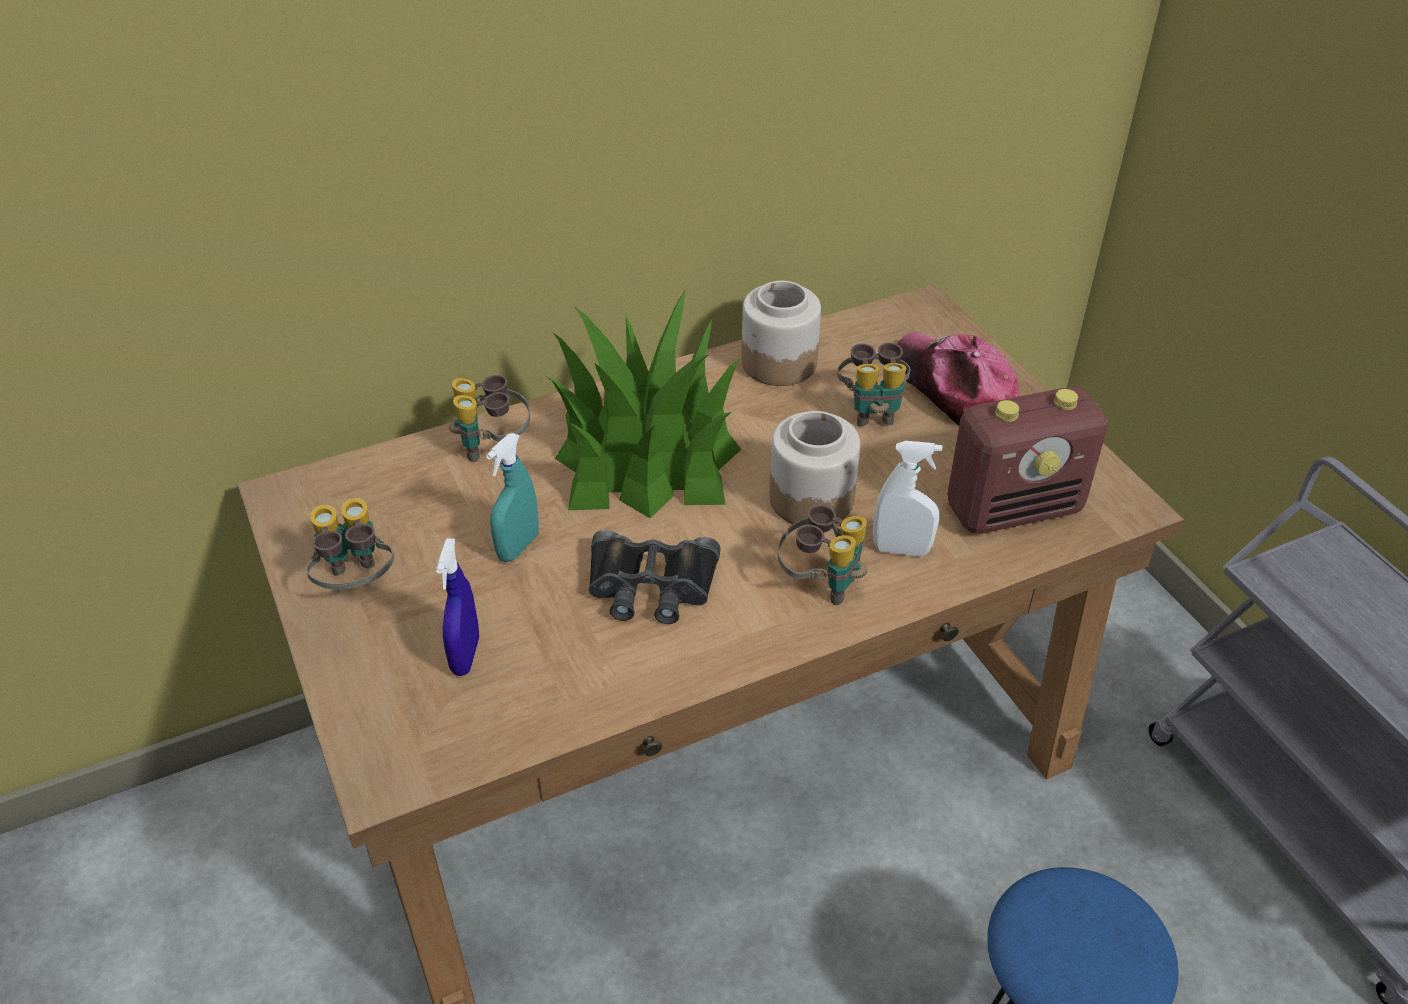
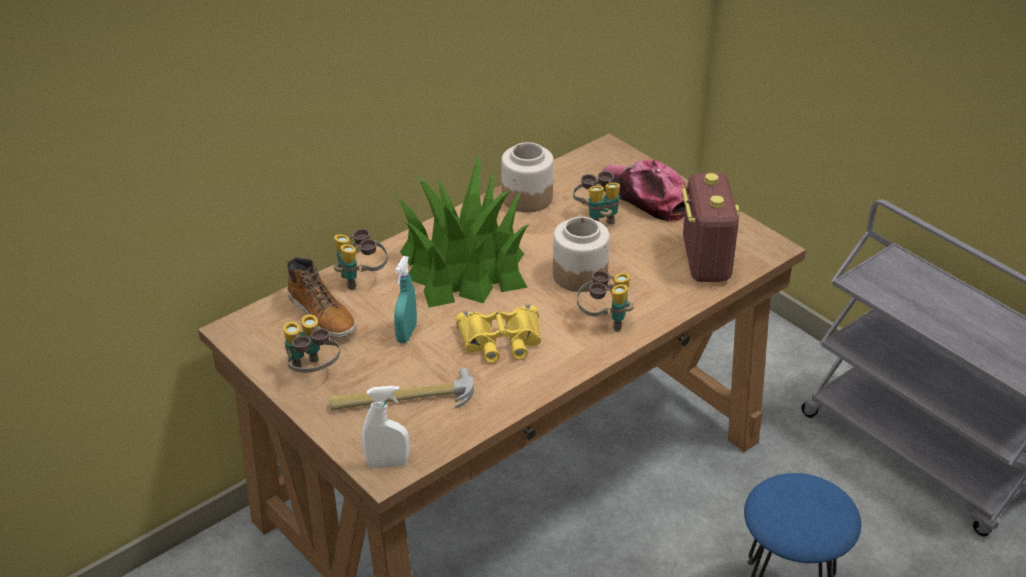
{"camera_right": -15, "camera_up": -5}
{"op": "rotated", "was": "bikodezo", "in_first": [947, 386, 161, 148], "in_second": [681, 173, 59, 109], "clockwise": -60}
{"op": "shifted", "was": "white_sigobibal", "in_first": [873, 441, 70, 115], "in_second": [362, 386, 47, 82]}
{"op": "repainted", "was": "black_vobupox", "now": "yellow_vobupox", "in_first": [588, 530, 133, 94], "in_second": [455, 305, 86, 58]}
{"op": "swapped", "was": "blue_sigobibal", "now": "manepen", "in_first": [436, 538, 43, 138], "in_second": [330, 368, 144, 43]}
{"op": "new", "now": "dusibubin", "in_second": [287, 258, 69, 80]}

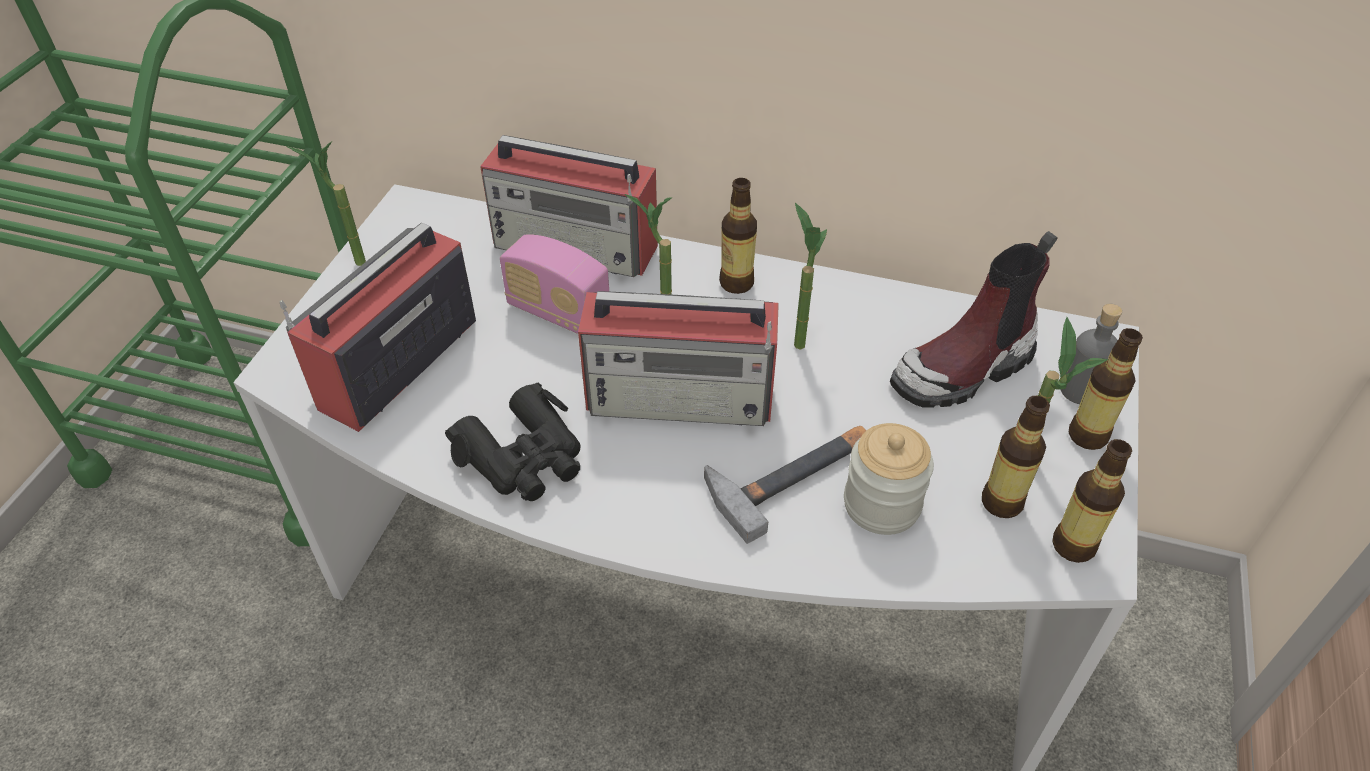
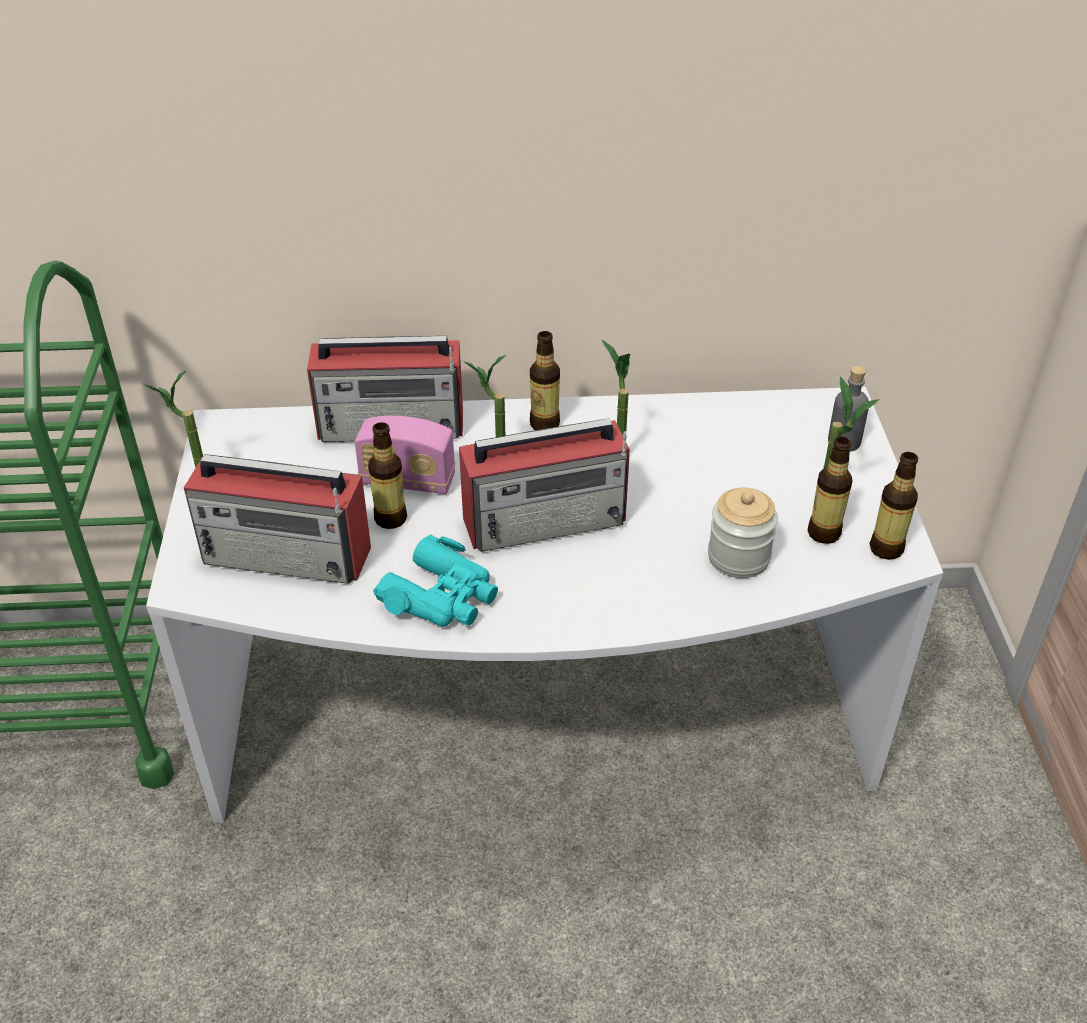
{"camera_right": -20, "camera_up": -5}
{"op": "rotated", "was": "bikodezo", "in_first": [279, 223, 197, 209], "in_second": [184, 454, 187, 130], "clockwise": -90}
{"op": "gone", "was": "dusibubin", "in_first": [890, 231, 168, 176]}
{"op": "shifted", "was": "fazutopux", "in_first": [1069, 328, 74, 122], "in_second": [368, 422, 39, 107]}
{"op": "repainted", "was": "black_vobupox", "now": "turquoise_vobupox", "in_first": [445, 383, 136, 118], "in_second": [373, 534, 125, 93]}
{"op": "gone", "was": "manepen", "in_first": [704, 426, 163, 118]}

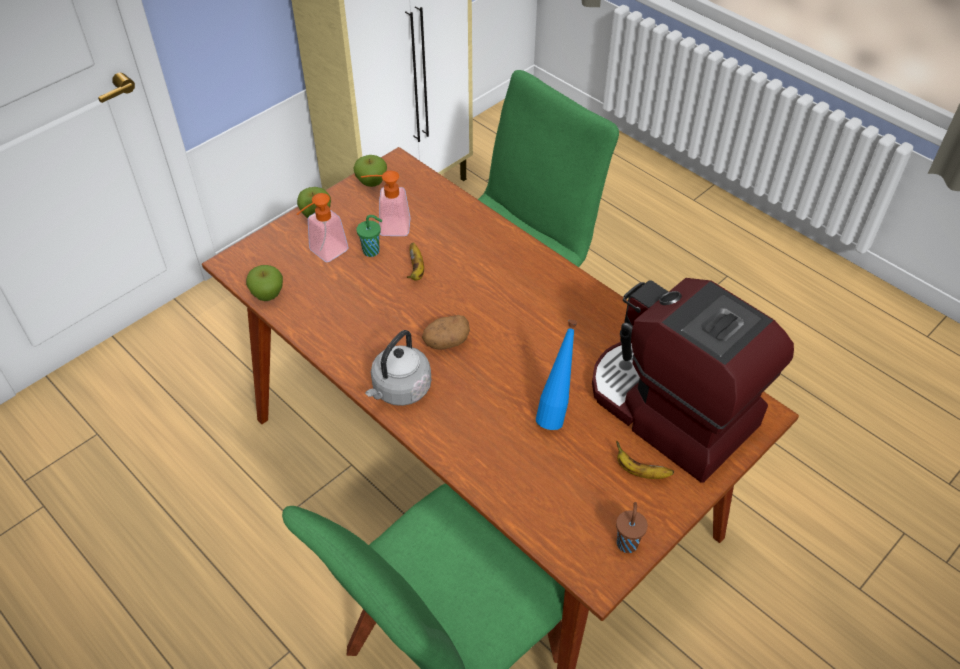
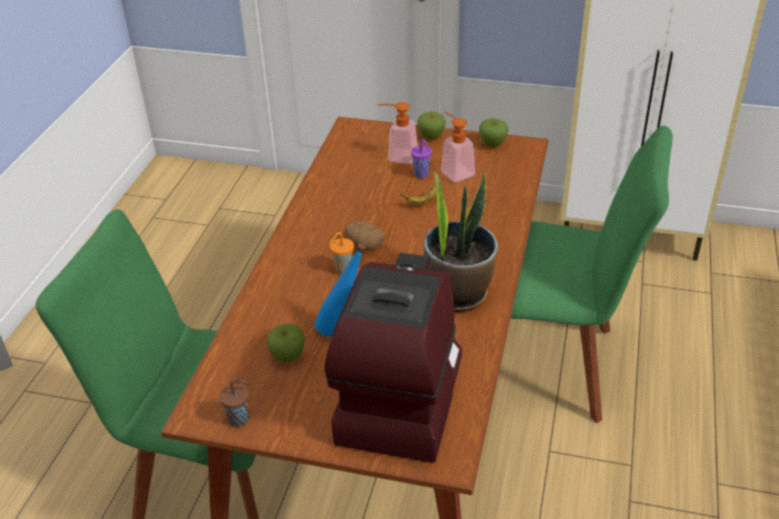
{"camera_right": 60, "camera_up": -10}
{"op": "repainted", "was": "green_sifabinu", "now": "purple_sifabinu", "in_first": [356, 215, 26, 42], "in_second": [411, 139, 21, 39]}
{"op": "shifted", "was": "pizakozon", "in_first": [246, 265, 37, 36], "in_second": [266, 324, 39, 39]}
{"op": "gone", "was": "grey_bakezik", "in_first": [365, 330, 66, 76]}
{"op": "gone", "was": "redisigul", "in_first": [616, 441, 58, 38]}
{"op": "new", "now": "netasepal", "in_second": [424, 170, 74, 142]}
{"op": "new", "now": "orange_sifabinu", "in_second": [329, 232, 25, 43]}

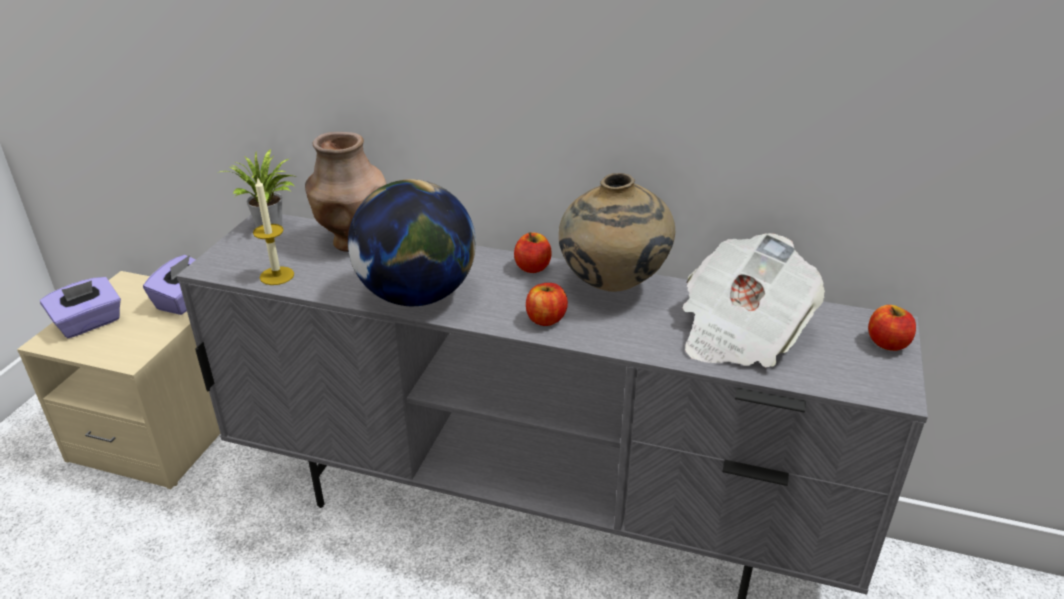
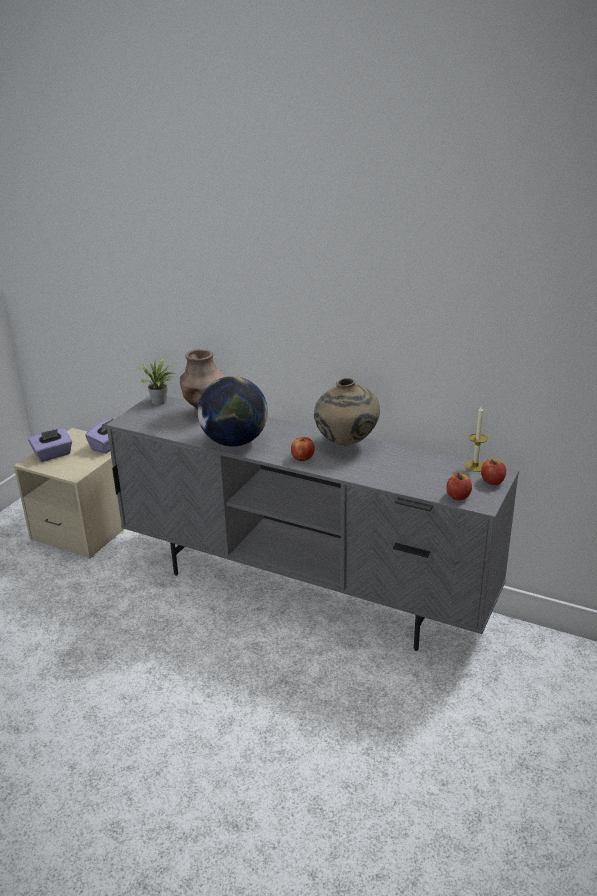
{"camera_right": 10, "camera_up": -5}
{"op": "shifted", "was": "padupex", "in_first": [253, 177, 41, 108], "in_second": [465, 405, 23, 67]}
{"op": "shifted", "was": "pizakozon", "in_first": [514, 232, 38, 41], "in_second": [447, 473, 25, 27]}
{"op": "gone", "was": "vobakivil", "in_first": [682, 233, 143, 134]}

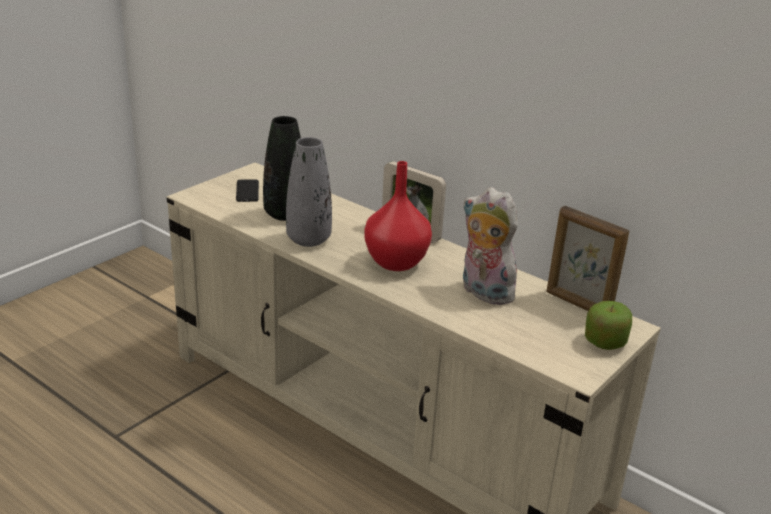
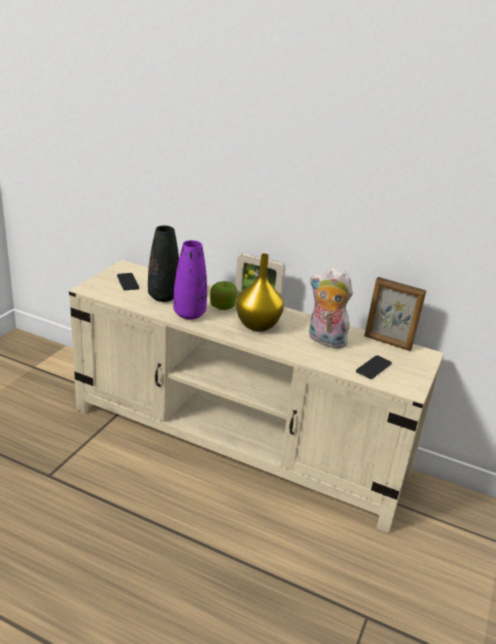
{"camera_right": -15, "camera_up": 0}
{"op": "repainted", "was": "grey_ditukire", "now": "purple_ditukire", "in_first": [286, 137, 46, 110], "in_second": [173, 240, 34, 80]}
{"op": "repainted", "was": "red_ditukire", "now": "yellow_ditukire", "in_first": [364, 161, 68, 110], "in_second": [236, 253, 48, 79]}
{"op": "shifted", "was": "pizakozon", "in_first": [585, 301, 47, 49], "in_second": [210, 281, 27, 29]}
{"op": "new", "now": "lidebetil", "in_second": [356, 355, 36, 24]}

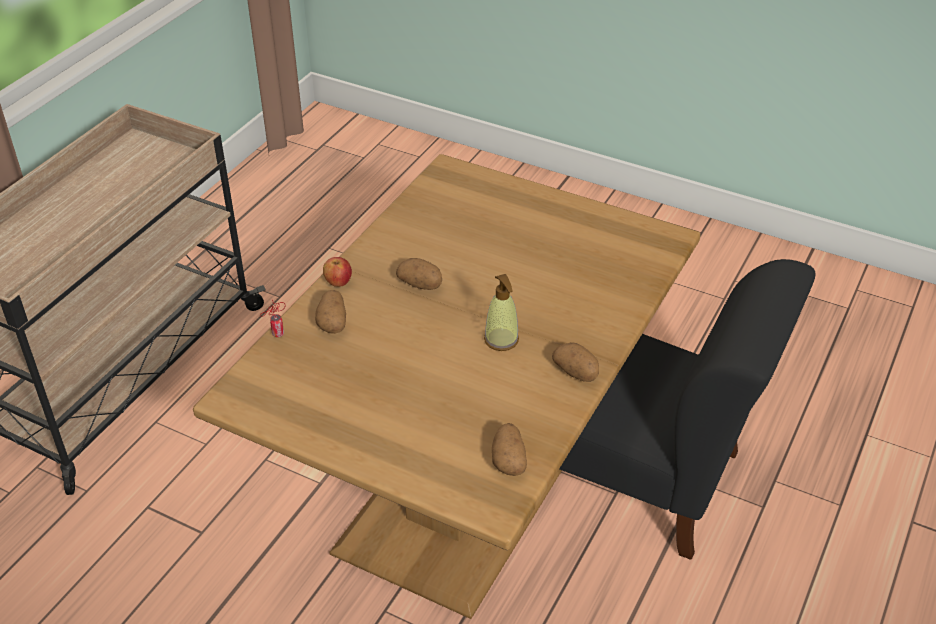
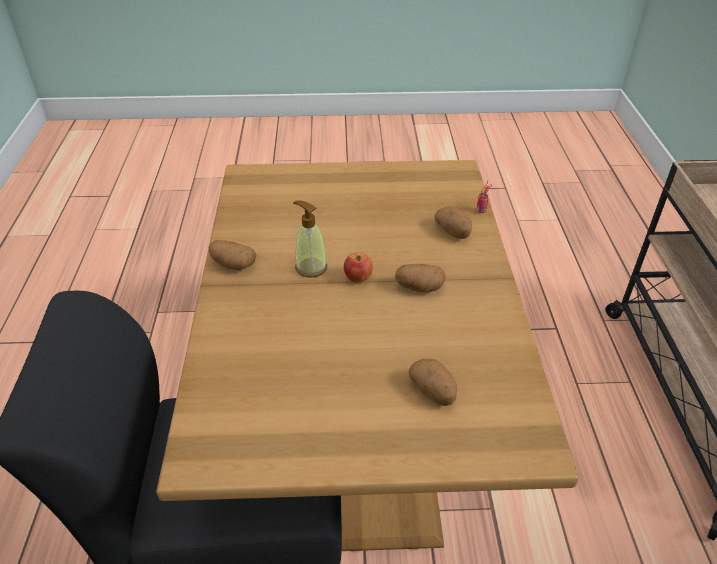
{"camera_right": 150, "camera_up": 0}
{"op": "shifted", "was": "pizakozon", "in_first": [323, 257, 29, 30], "in_second": [344, 253, 29, 30]}
{"op": "shifted", "was": "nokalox", "in_first": [492, 423, 35, 53], "in_second": [409, 358, 48, 48]}

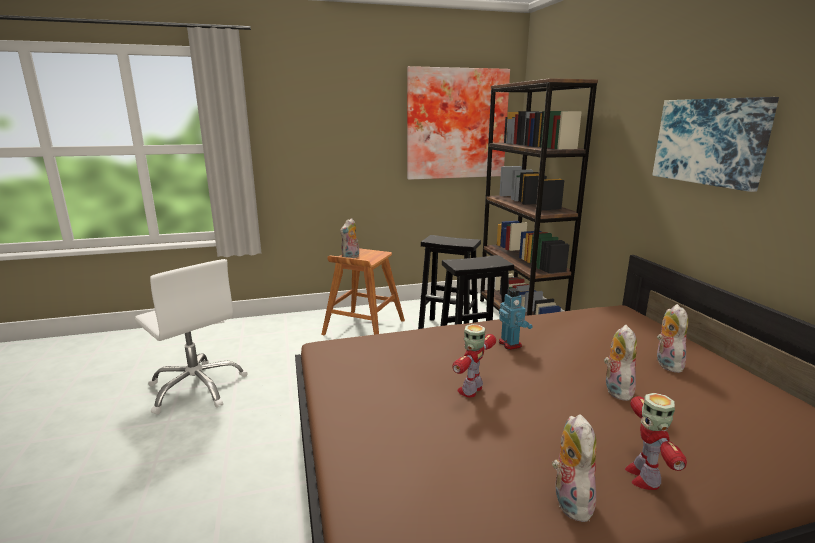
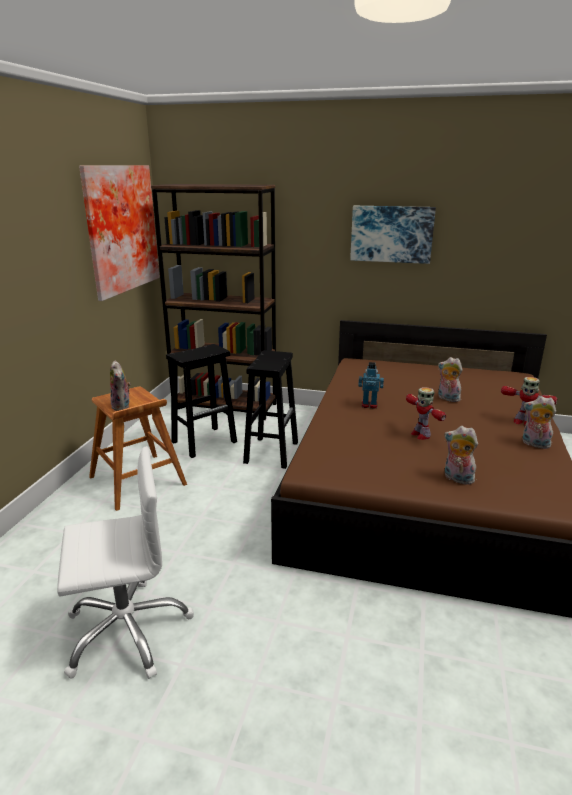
{"camera_right": -60, "camera_up": 5}
{"op": "shifted", "was": "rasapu", "in_first": [657, 304, 31, 69], "in_second": [444, 426, 34, 59]}

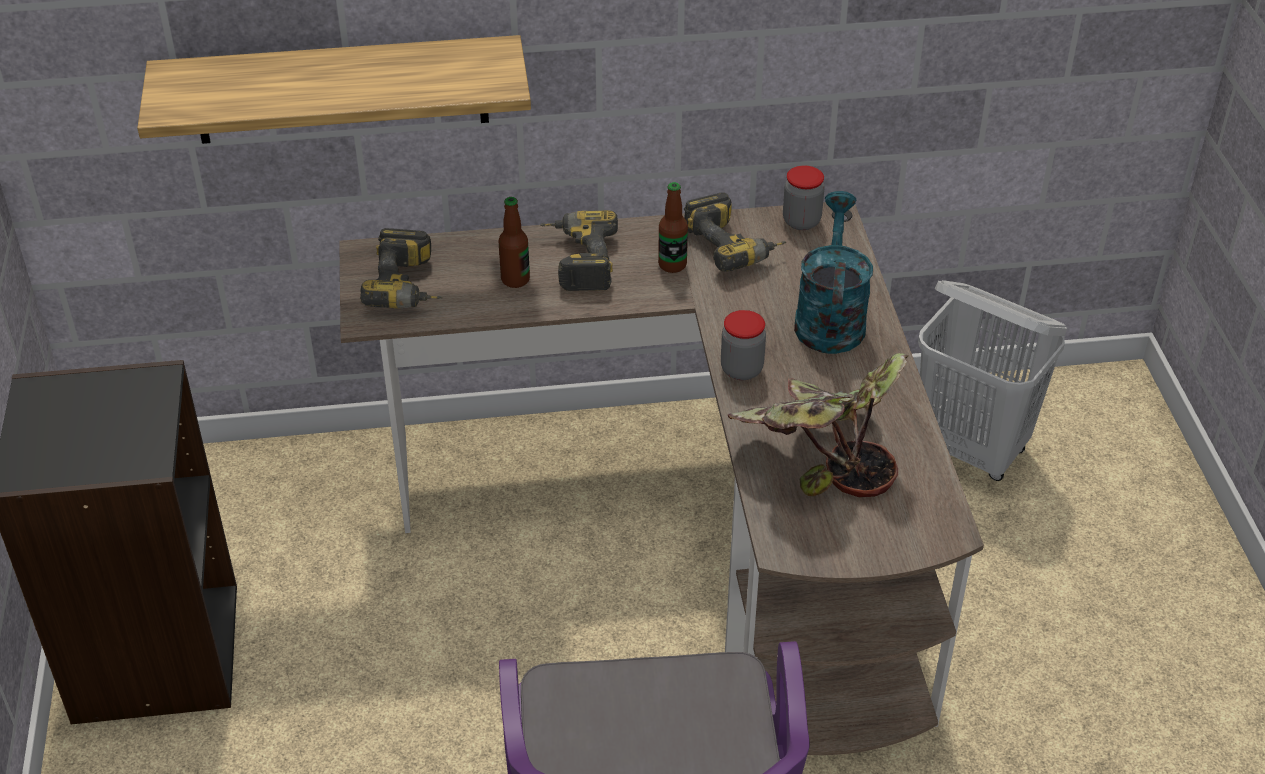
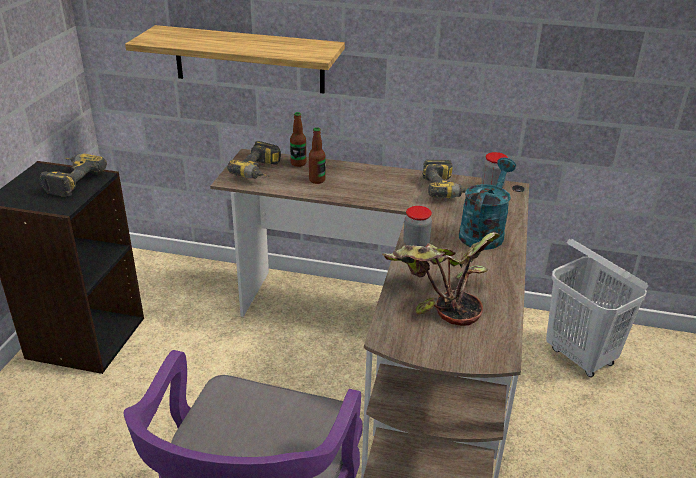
{"camera_right": 20, "camera_up": -10}
{"op": "shifted", "was": "fazutopux", "in_first": [658, 182, 30, 91], "in_second": [290, 112, 16, 55]}
{"op": "shifted", "was": "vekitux", "in_first": [540, 210, 78, 81], "in_second": [40, 154, 67, 43]}

